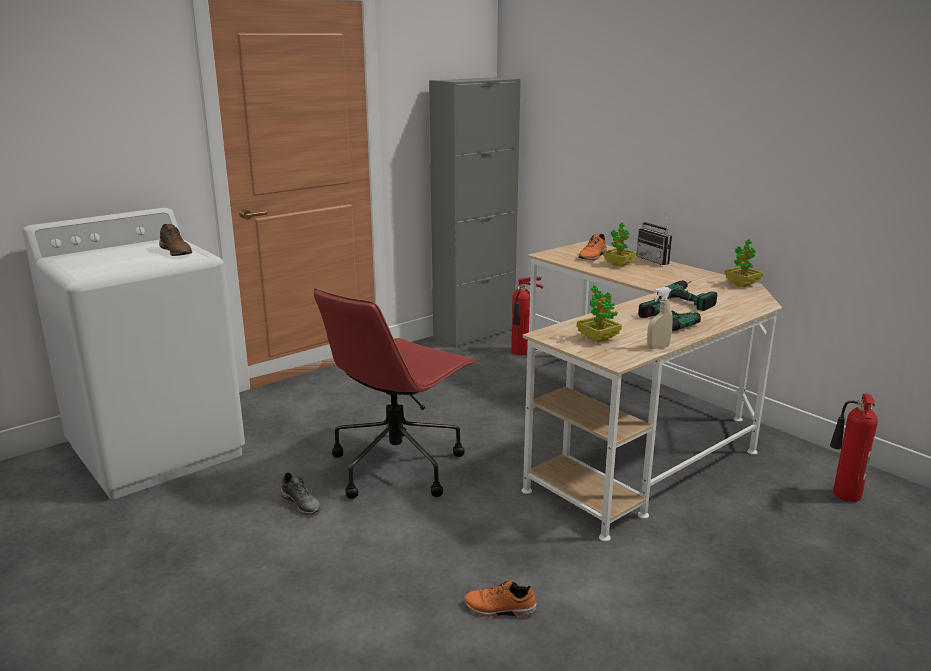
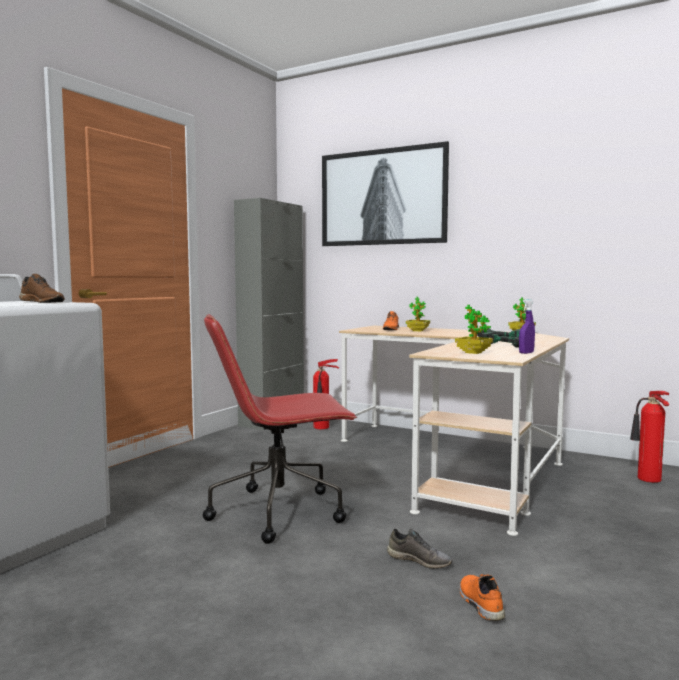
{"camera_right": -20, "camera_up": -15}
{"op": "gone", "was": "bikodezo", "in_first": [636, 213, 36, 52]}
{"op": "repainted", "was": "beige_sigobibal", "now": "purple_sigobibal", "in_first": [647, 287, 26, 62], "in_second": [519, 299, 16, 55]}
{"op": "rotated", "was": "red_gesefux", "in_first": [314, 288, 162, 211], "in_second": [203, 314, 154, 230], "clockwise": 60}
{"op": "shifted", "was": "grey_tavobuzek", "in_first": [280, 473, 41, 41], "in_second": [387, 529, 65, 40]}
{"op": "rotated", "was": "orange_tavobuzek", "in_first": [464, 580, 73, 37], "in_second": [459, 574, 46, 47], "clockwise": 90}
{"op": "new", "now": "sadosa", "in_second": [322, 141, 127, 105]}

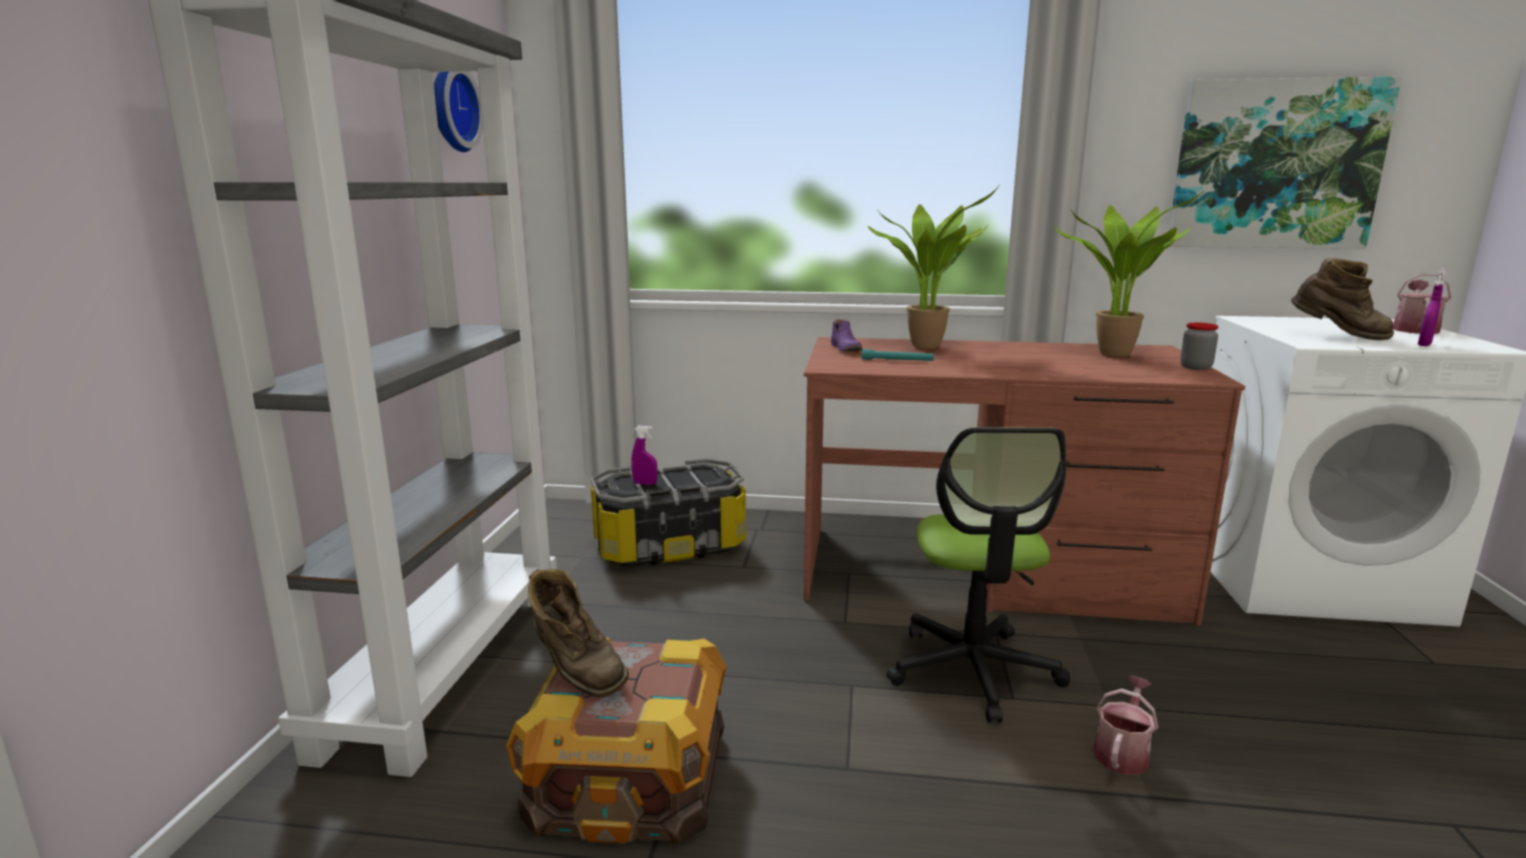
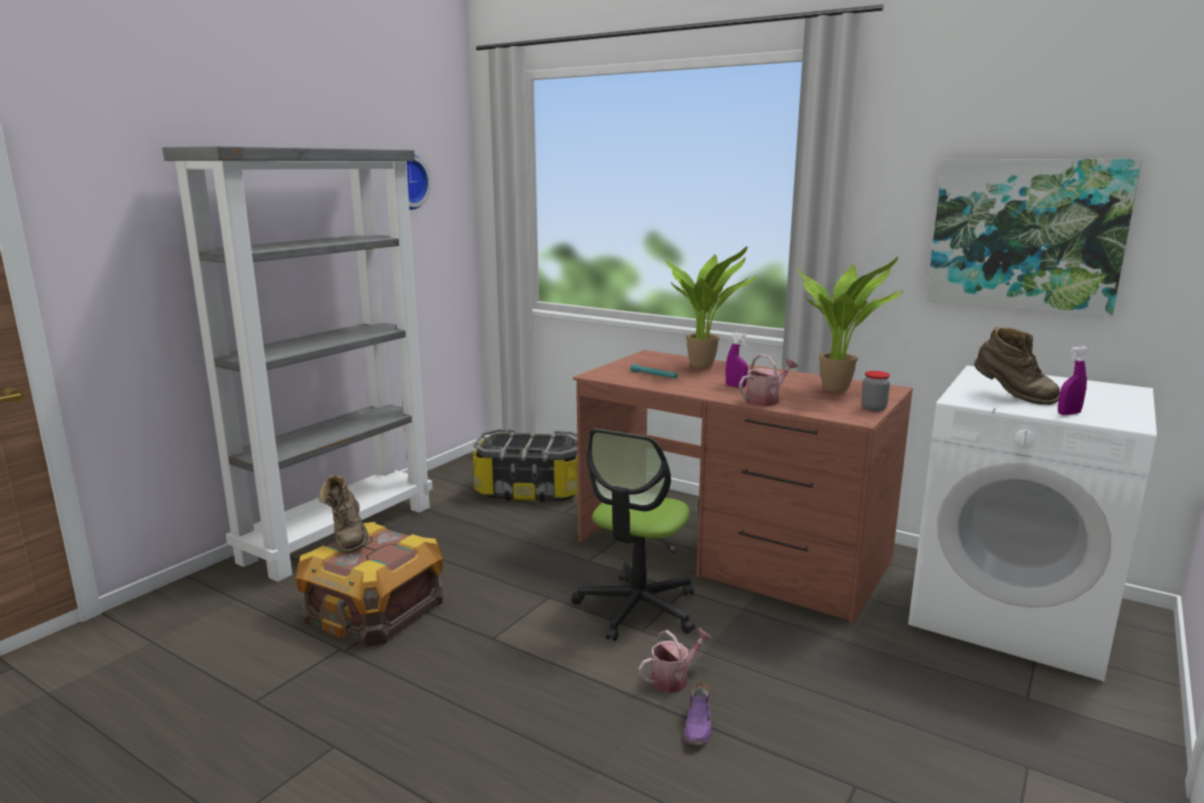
{"camera_right": 25, "camera_up": 0}
{"op": "shifted", "was": "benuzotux", "in_first": [1393, 274, 58, 60], "in_second": [739, 354, 59, 52]}
{"op": "shifted", "was": "purple_tavobuzek", "in_first": [831, 320, 32, 31], "in_second": [684, 683, 27, 62]}
{"op": "shifted", "was": "purple_sigobibal", "in_first": [631, 426, 26, 59], "in_second": [725, 332, 23, 56]}

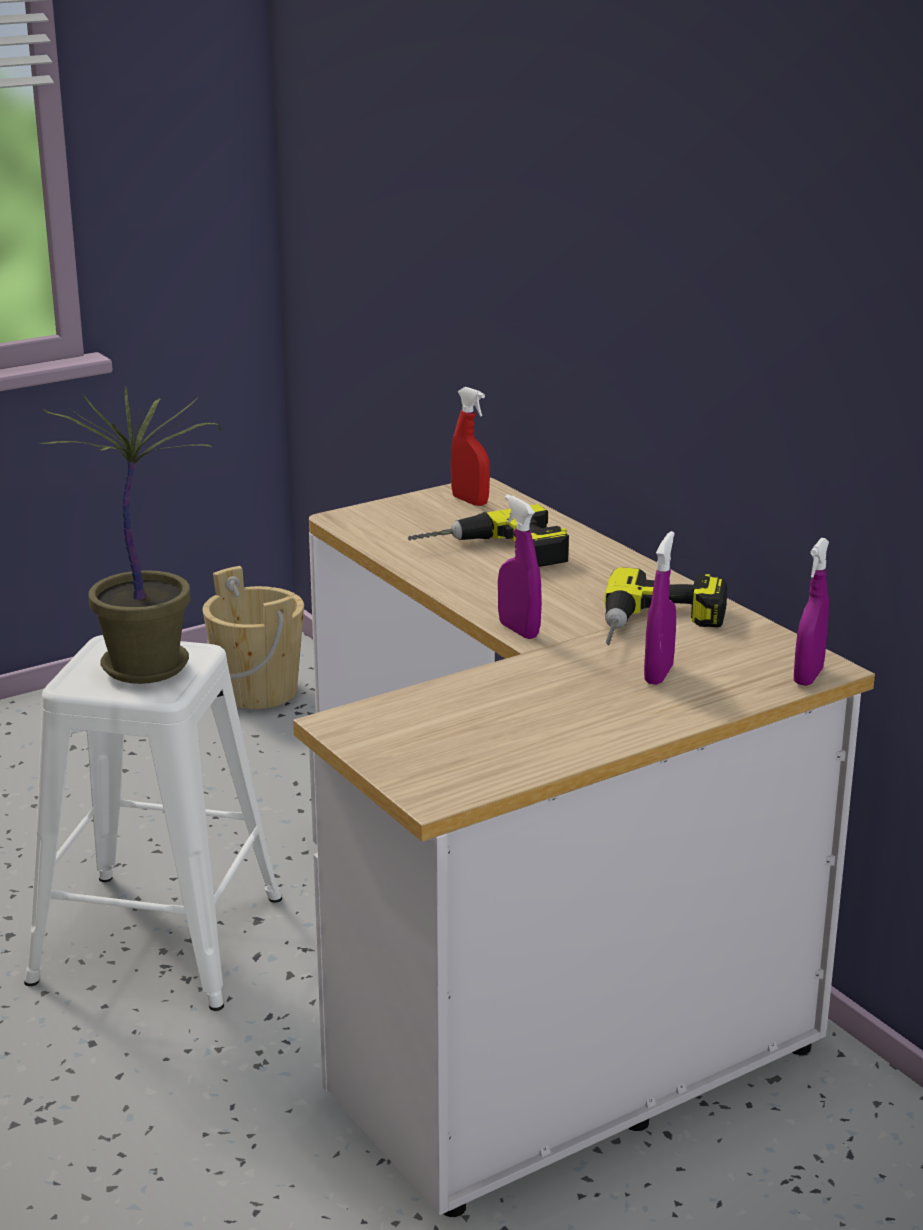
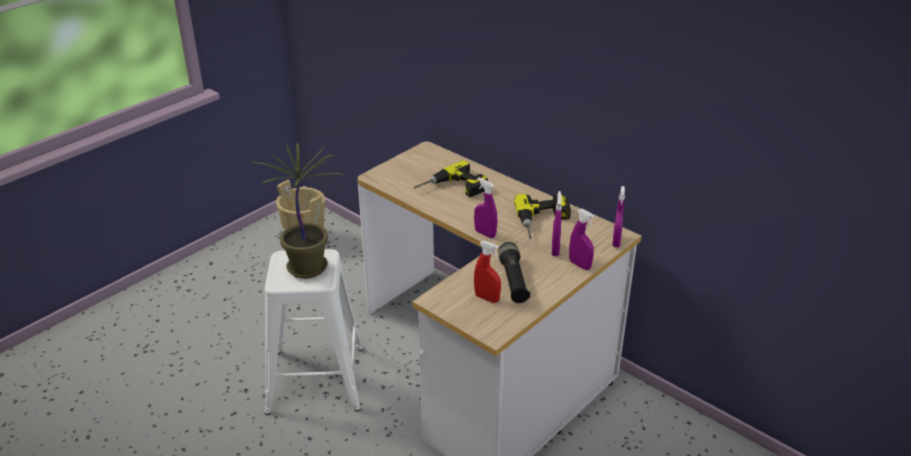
{"camera_right": -15, "camera_up": 10}
{"op": "shifted", "was": "red_sigobibal", "in_first": [451, 387, 39, 119], "in_second": [474, 241, 27, 62]}
{"op": "new", "now": "purple_sigobibal", "in_second": [569, 209, 26, 61]}
{"op": "new", "now": "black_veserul", "in_second": [498, 242, 32, 61]}

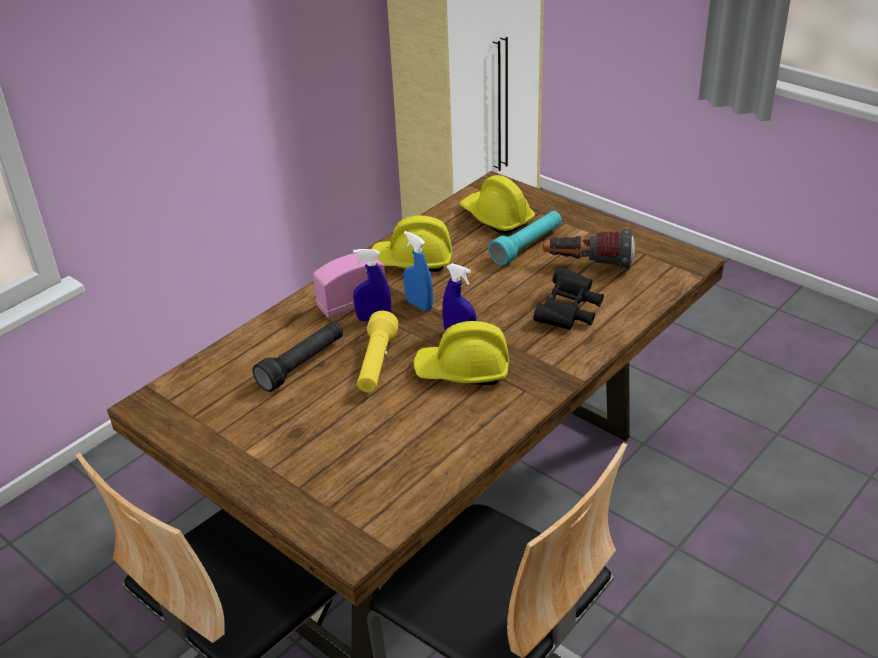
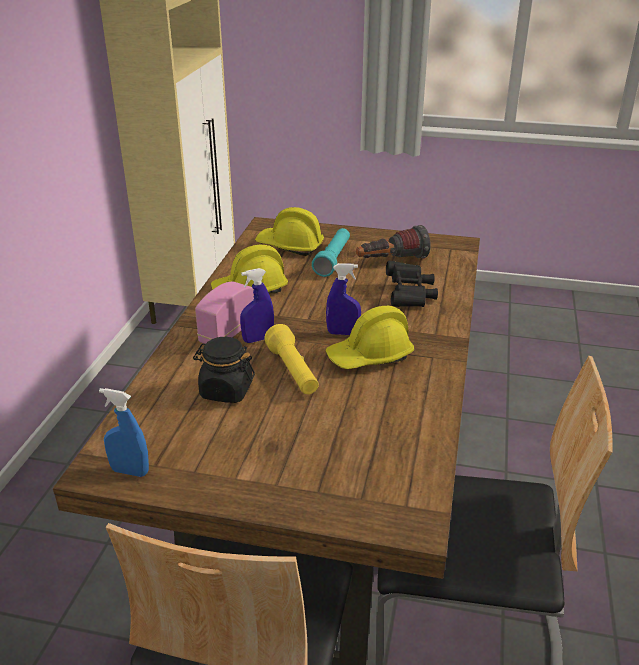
{"camera_right": -30, "camera_up": -5}
{"op": "shifted", "was": "blue_sigobibal", "in_first": [403, 231, 30, 80], "in_second": [99, 388, 50, 89]}
{"op": "swapped", "was": "black_veserul", "now": "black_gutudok", "in_first": [253, 321, 90, 71], "in_second": [193, 337, 62, 66]}

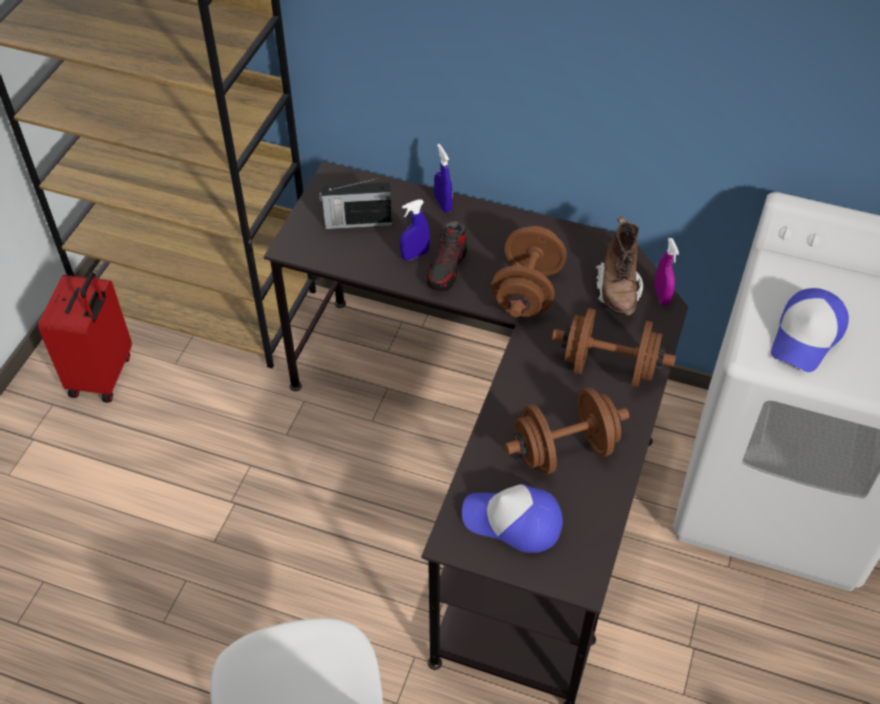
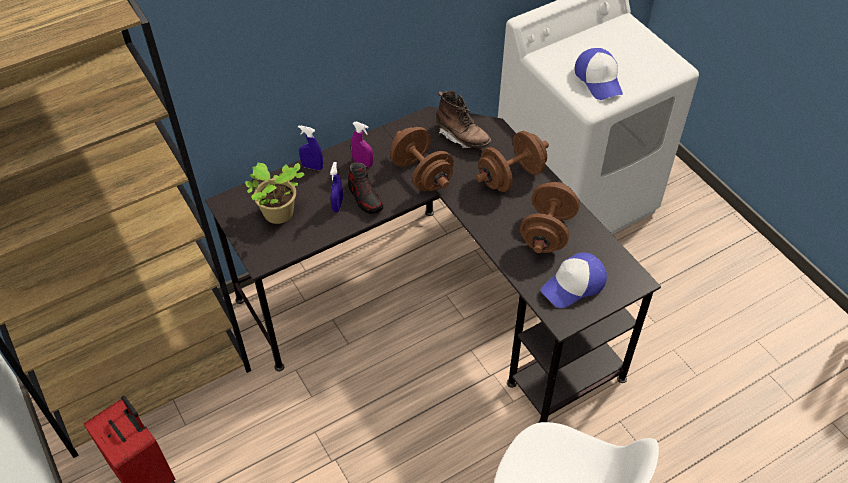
{"camera_right": -50, "camera_up": 0}
{"op": "swapped", "was": "bikodezo", "now": "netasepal", "in_first": [319, 178, 73, 51], "in_second": [245, 162, 60, 62]}
{"op": "shifted", "was": "purple_sigobibal", "in_first": [654, 238, 25, 67], "in_second": [351, 121, 22, 46]}

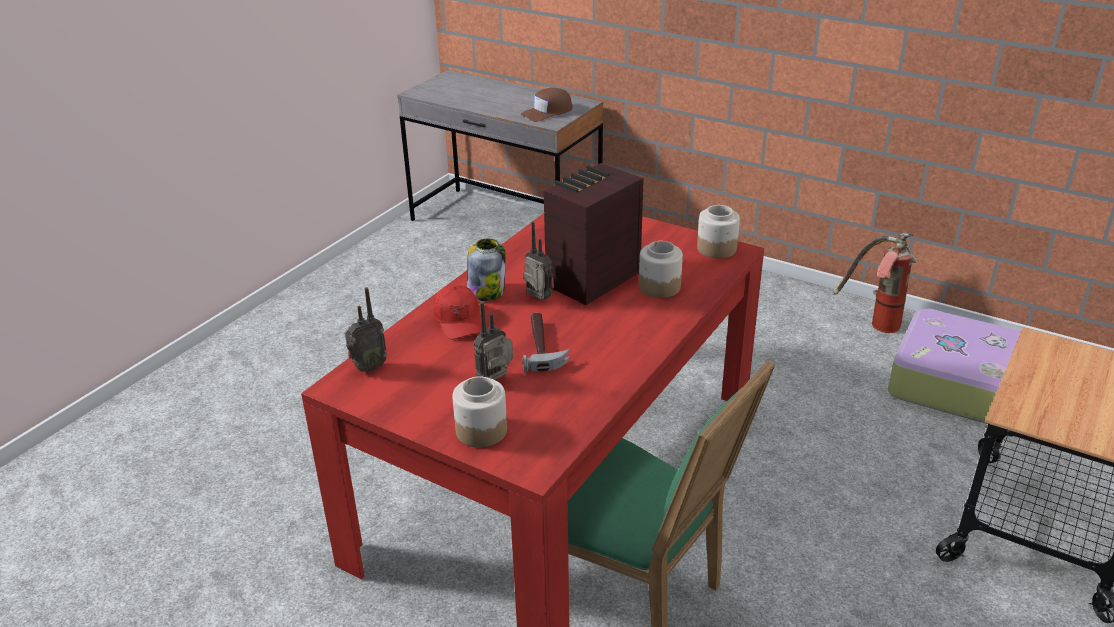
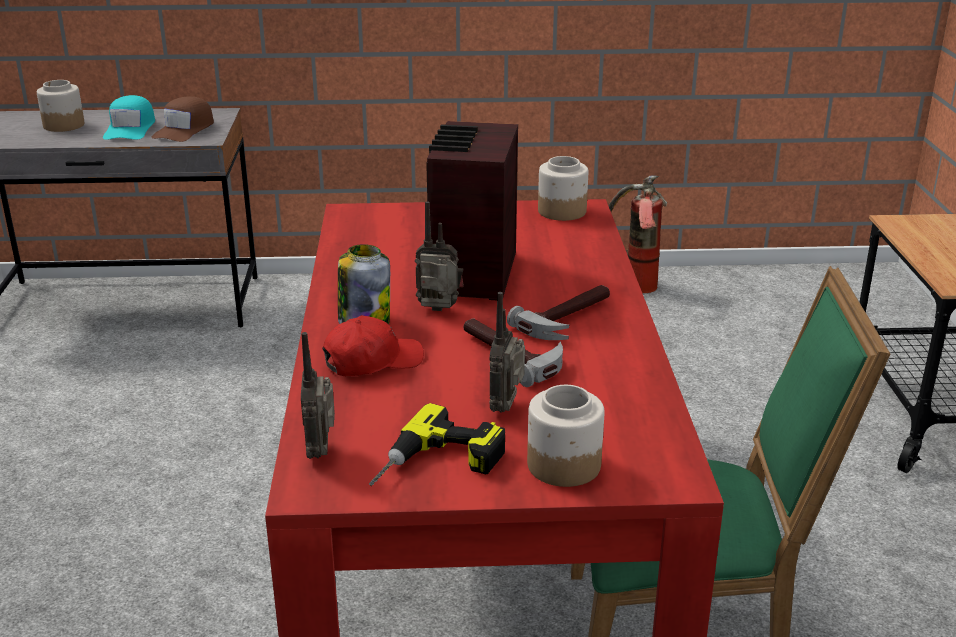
{"camera_right": -35, "camera_up": -5}
{"op": "shifted", "was": "gutudok", "in_first": [639, 241, 44, 57], "in_second": [37, 80, 48, 52]}
{"op": "rotated", "was": "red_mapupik", "in_first": [433, 285, 48, 54], "in_second": [323, 315, 101, 61], "clockwise": -60}
{"op": "rotated", "was": "bikodezo", "in_first": [345, 287, 42, 85], "in_second": [301, 332, 34, 127], "clockwise": 150}
{"op": "gone", "was": "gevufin", "in_first": [888, 308, 133, 116]}
{"op": "new", "now": "turquoise_mapupik", "in_second": [103, 95, 52, 45]}
{"op": "new", "now": "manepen", "in_second": [507, 285, 103, 55]}
{"op": "new", "now": "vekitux", "in_second": [369, 403, 136, 83]}

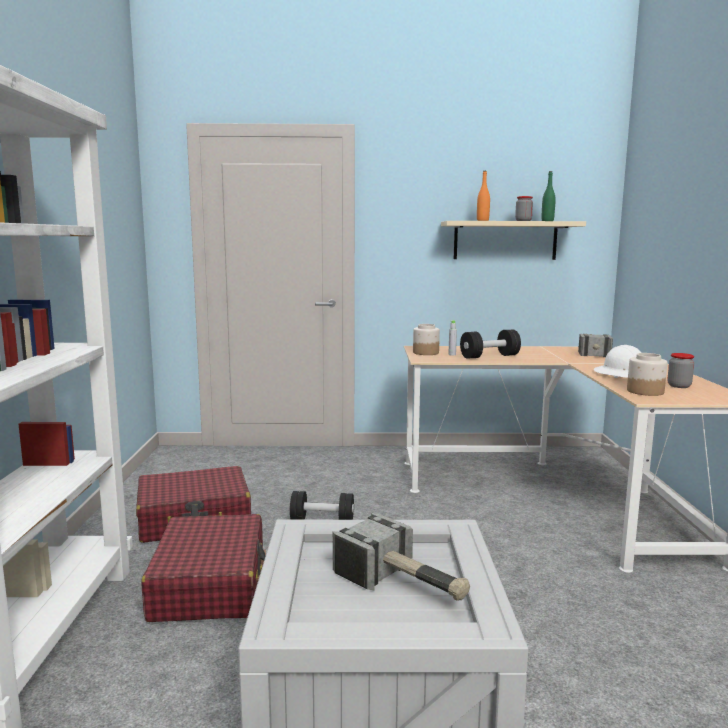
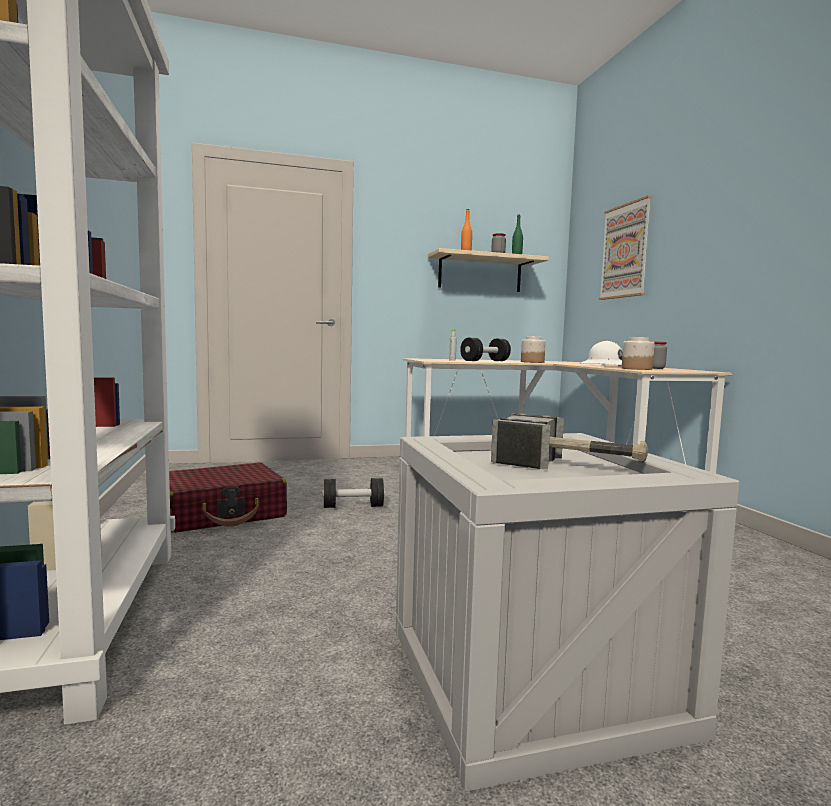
{"camera_right": -15, "camera_up": -5}
{"op": "shifted", "was": "gutudok", "in_first": [413, 324, 27, 31], "in_second": [521, 337, 25, 26]}
{"op": "gone", "was": "manepen", "in_first": [578, 334, 35, 23]}
{"op": "gone", "was": "red_gevufin", "in_first": [142, 514, 124, 108]}
{"op": "new", "now": "sadosa", "in_second": [599, 195, 53, 105]}

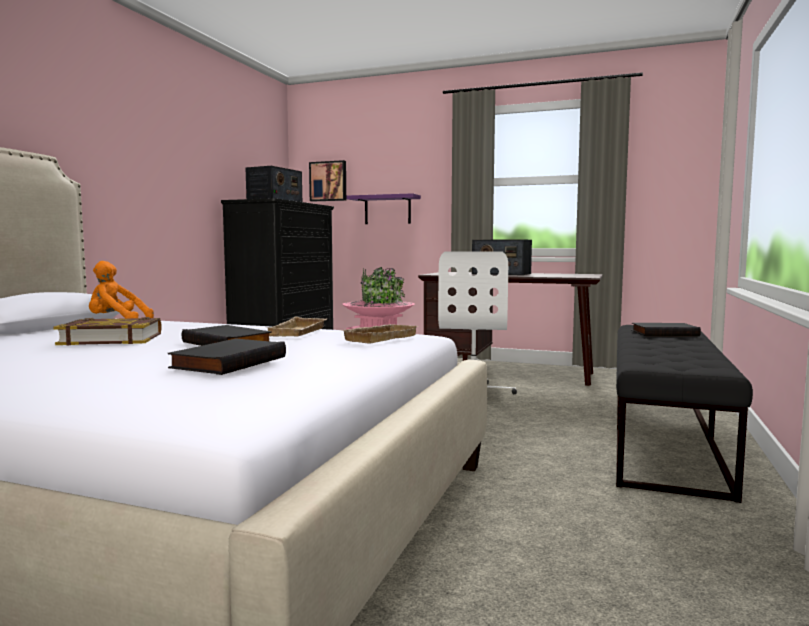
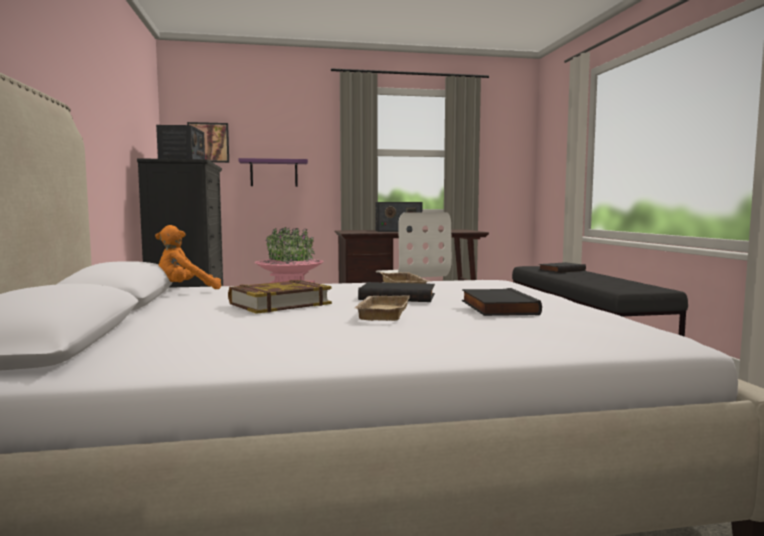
{"camera_right": -30, "camera_up": 0}
{"op": "shifted", "was": "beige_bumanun", "in_first": [341, 324, 77, 19], "in_second": [355, 295, 55, 26]}

